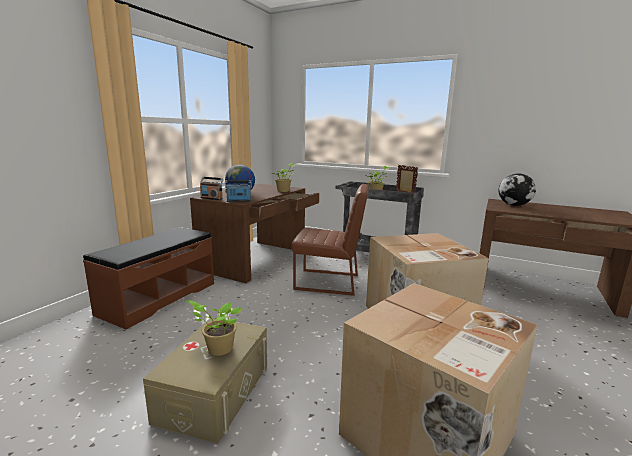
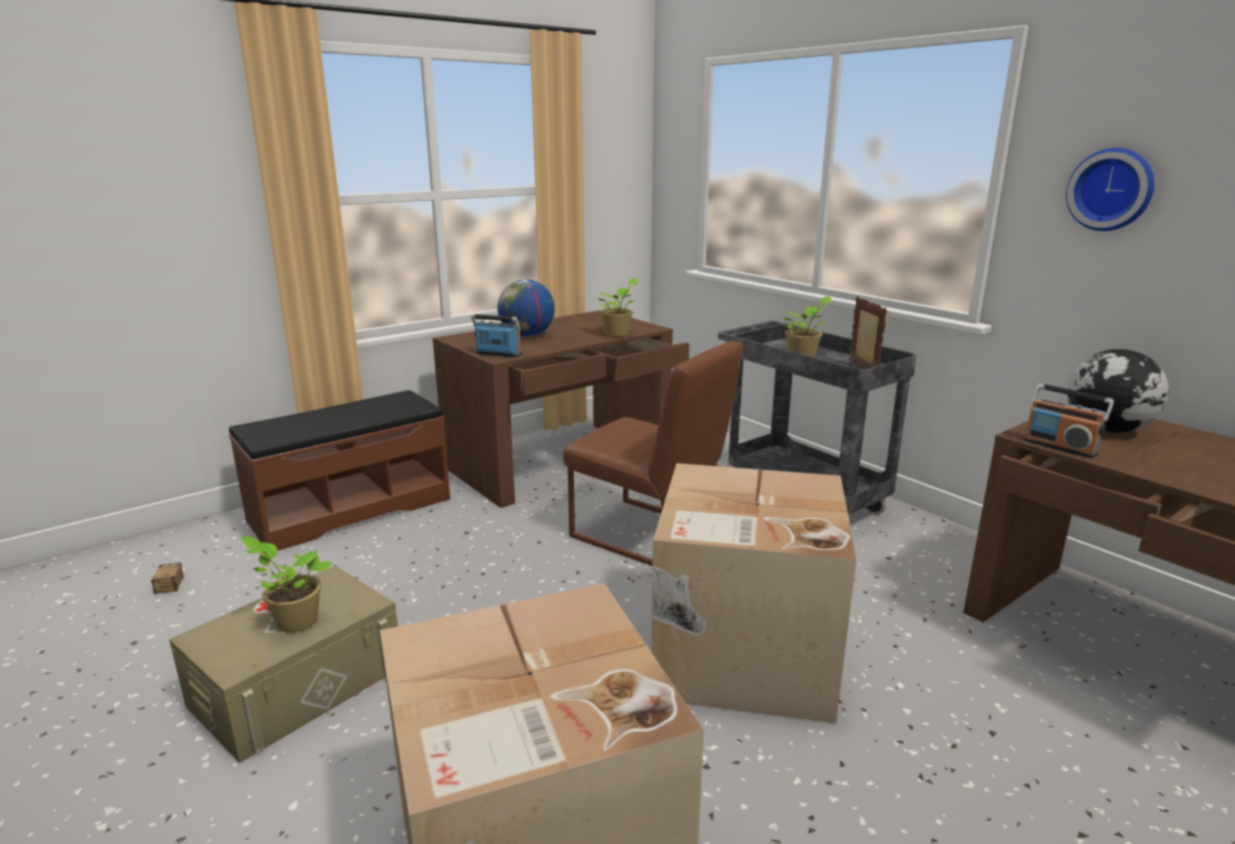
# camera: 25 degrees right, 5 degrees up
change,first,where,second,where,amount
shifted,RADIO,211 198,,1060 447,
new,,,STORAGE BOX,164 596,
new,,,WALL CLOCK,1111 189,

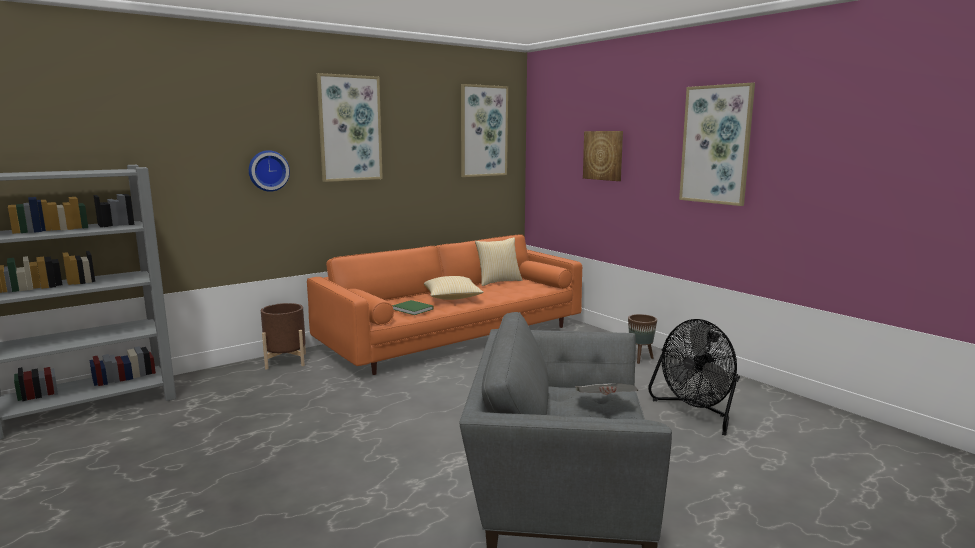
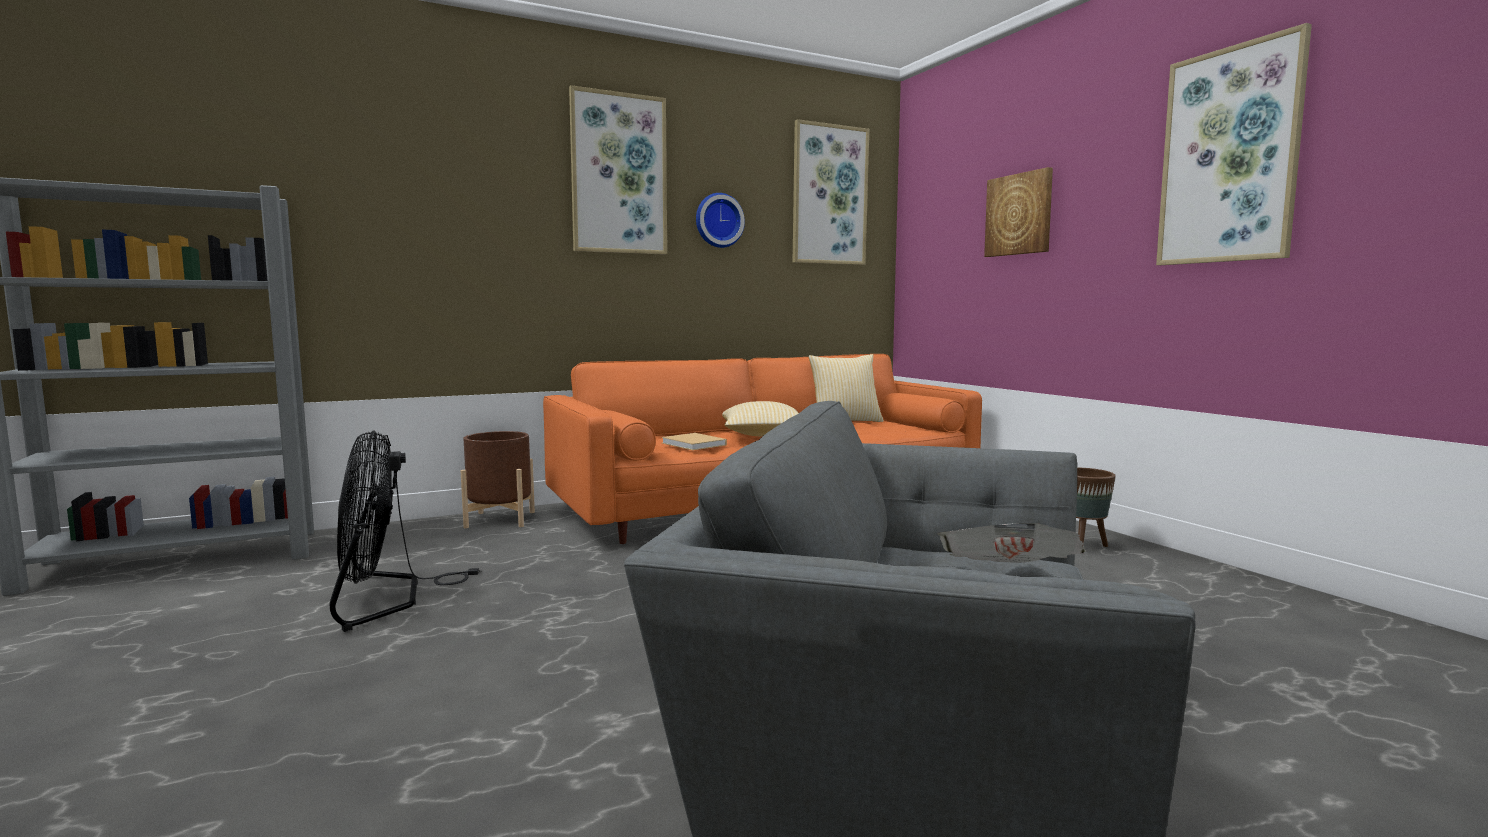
# camera: 10 degrees right, 5 degrees down
change,first,where,second,where,amount
shifted,WALL CLOCK,268 170,,718 220,
repainted,GREEN BOOK,413 309,BEIGE BOOK,695 444,
shifted,BLACK FAN,696 411,,390 594,

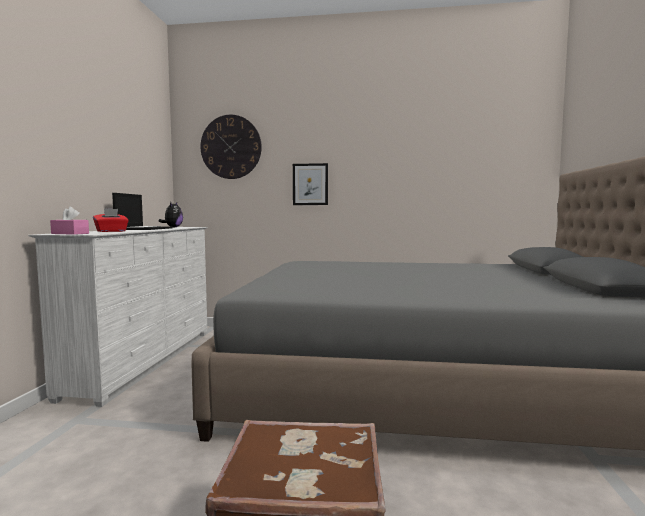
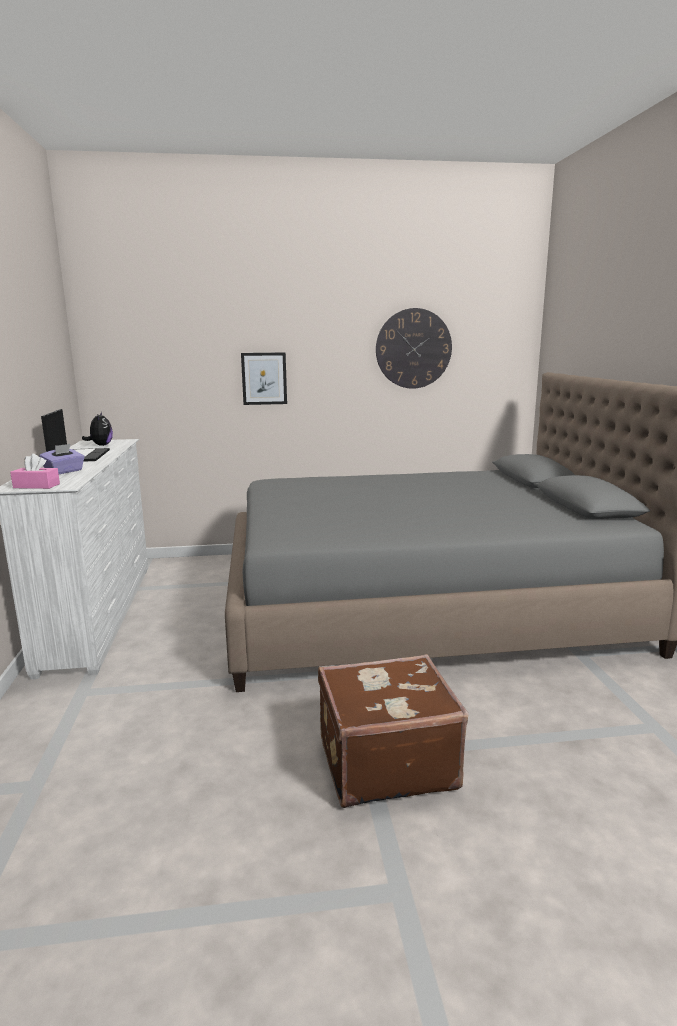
# camera: 15 degrees left, 10 degrees up
change,first,where,second,where,amount
repainted,RED TISSUE BOX,111 231,PURPLE TISSUE BOX,64 471,
shifted,WALL CLOCK,231 147,,413 348,

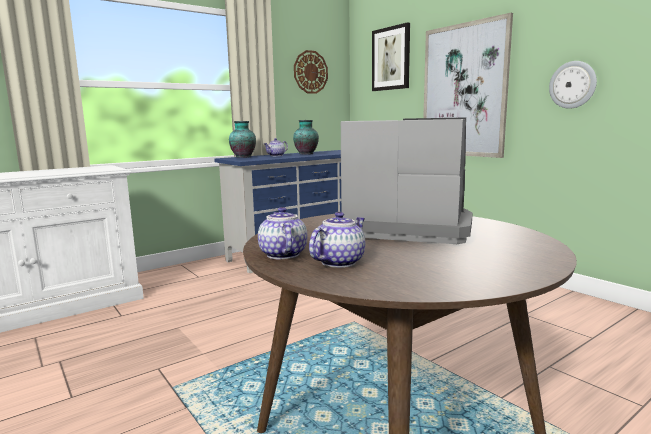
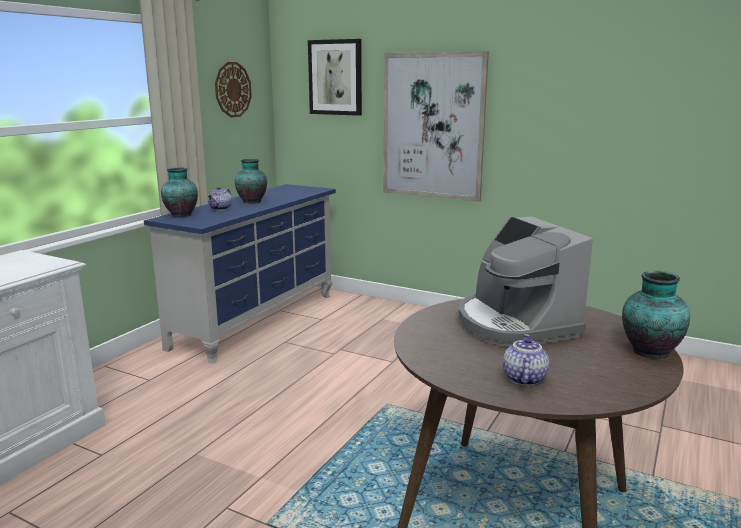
# camera: 25 degrees left, 5 degrees up
change,first,where,second,where,amount
gone,TEAPOT,282 254,,,
rotated,COFFEE MACHINE,406 228,,514 324,105 degrees counterclockwise
gone,WALL CLOCK,572 85,,,
new,,,VASE,649 352,

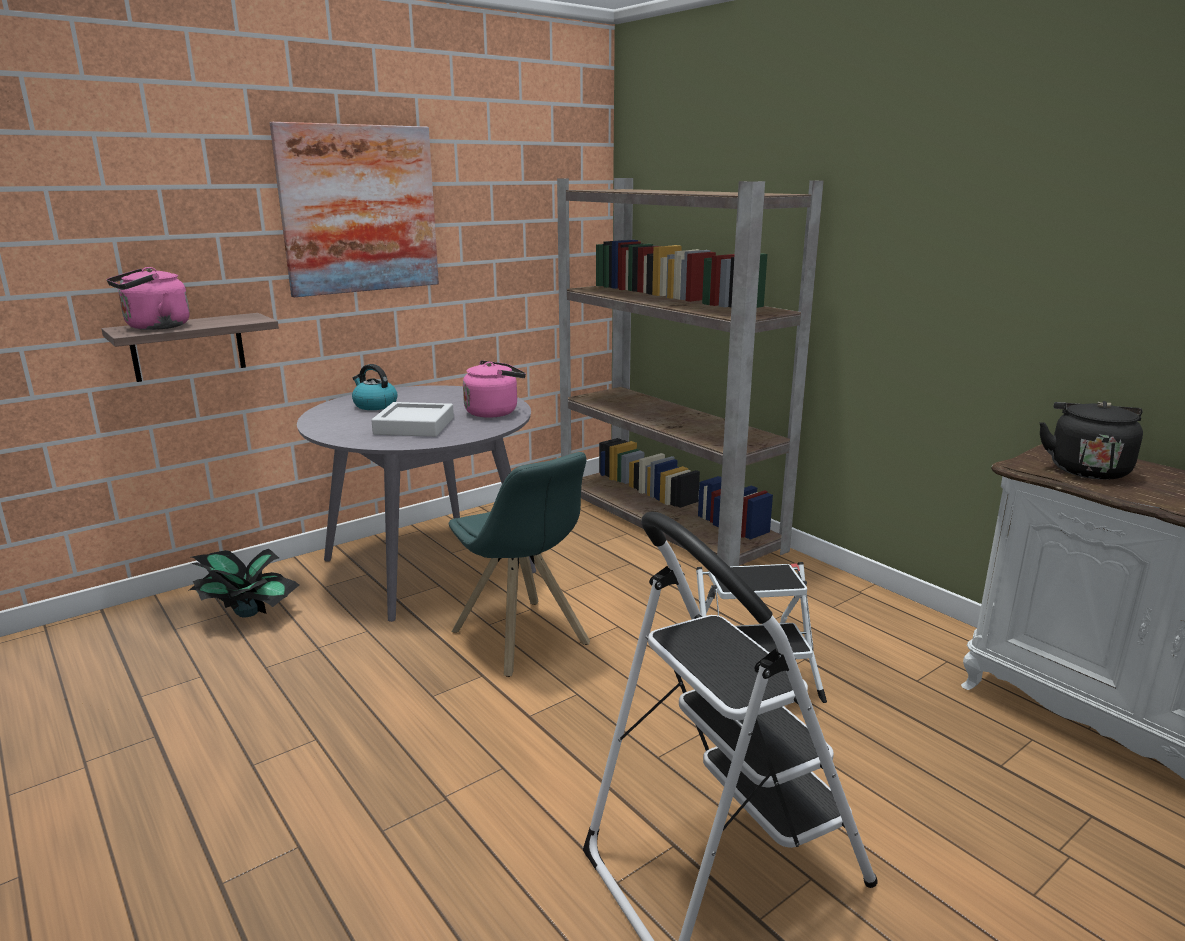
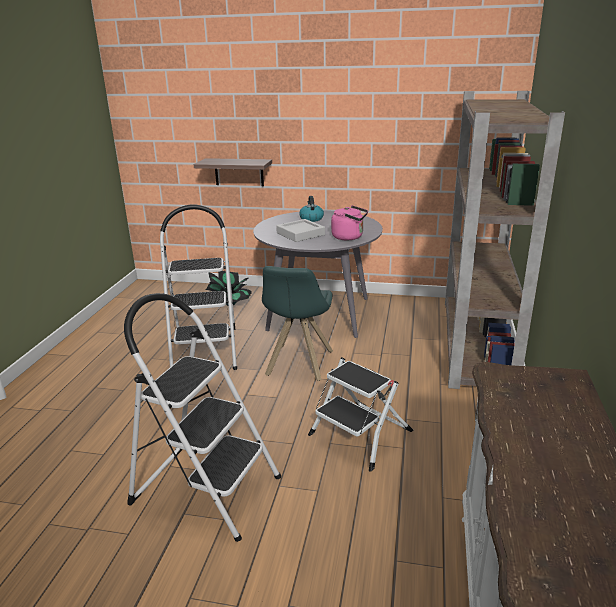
# camera: 50 degrees right, 5 degrees up
change,first,where,second,where,amount
gone,PINK KETTLE,154 327,,,
gone,PICTURE,359 209,,,
gone,BLACK KETTLE,1086 469,,,
new,,,STEP LADDER,206 349,

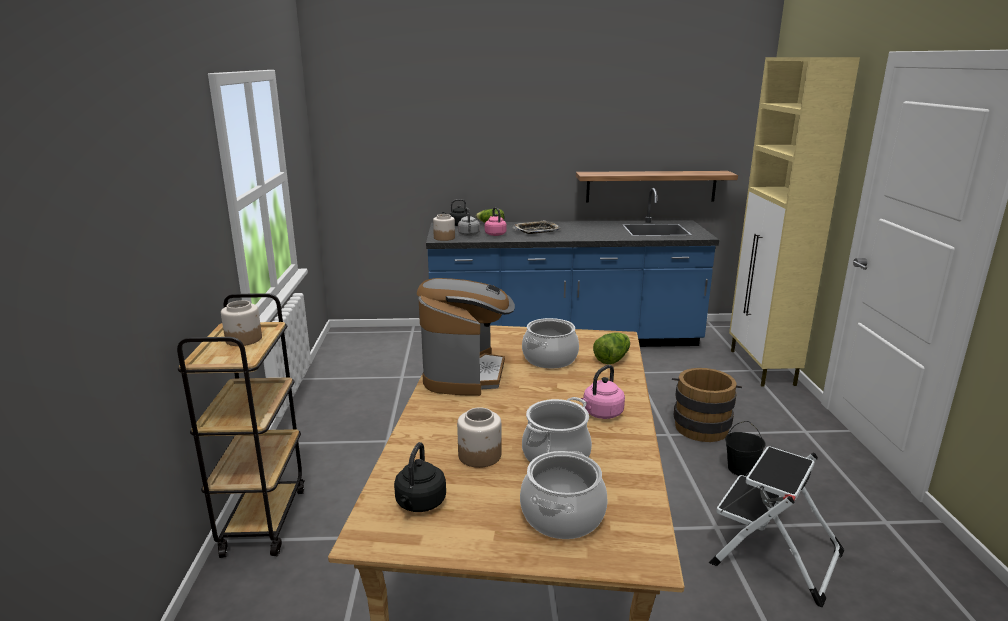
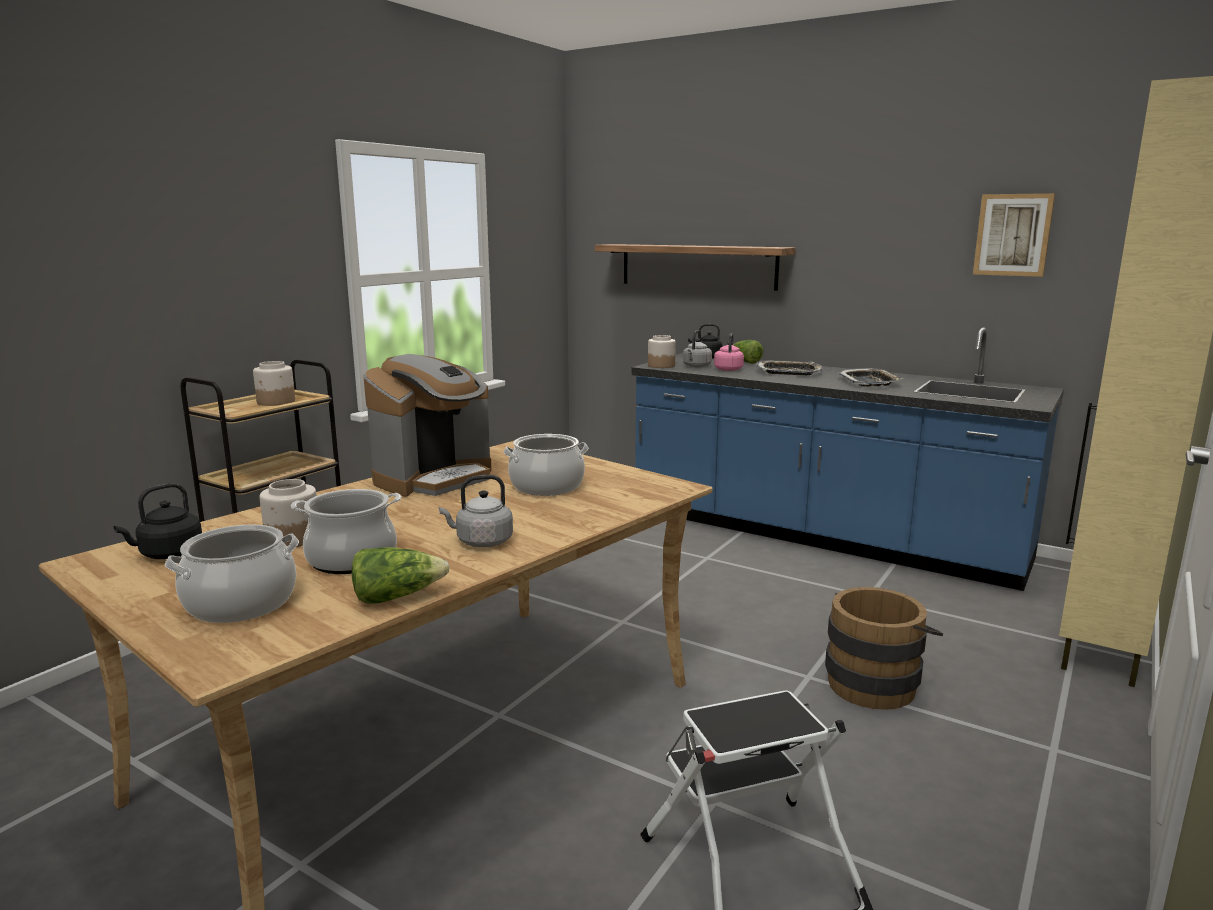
# camera: 35 degrees right, 5 degrees down
change,first,where,second,where,amount
shifted,SHELF,651 186,,697 266,
repainted,PINK KETTLE,601 413,GREY KETTLE,481 542,
shifted,LETTUCE,612 358,,397 597,
gone,BLACK BUCKET,741 469,,,
new,,,TRAY,869 382,
new,,,PICTURE,1013 235,

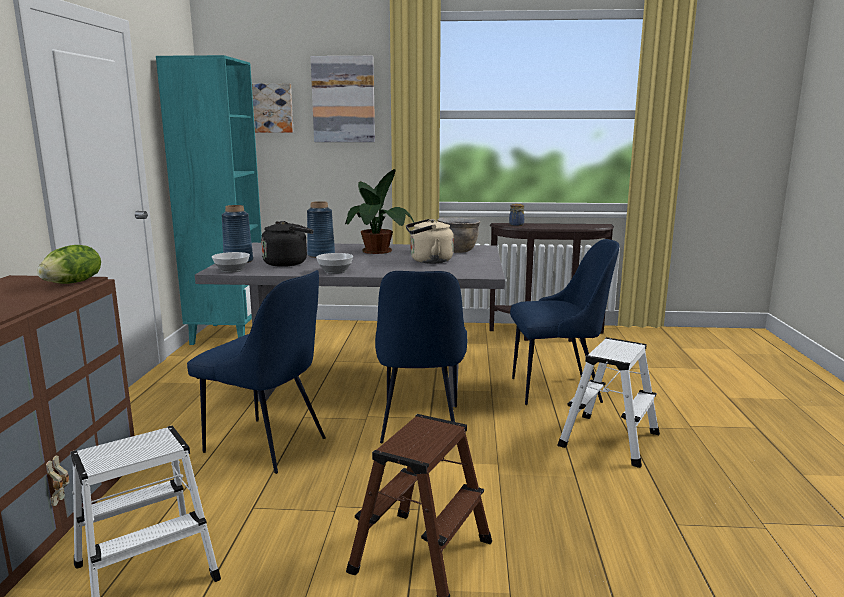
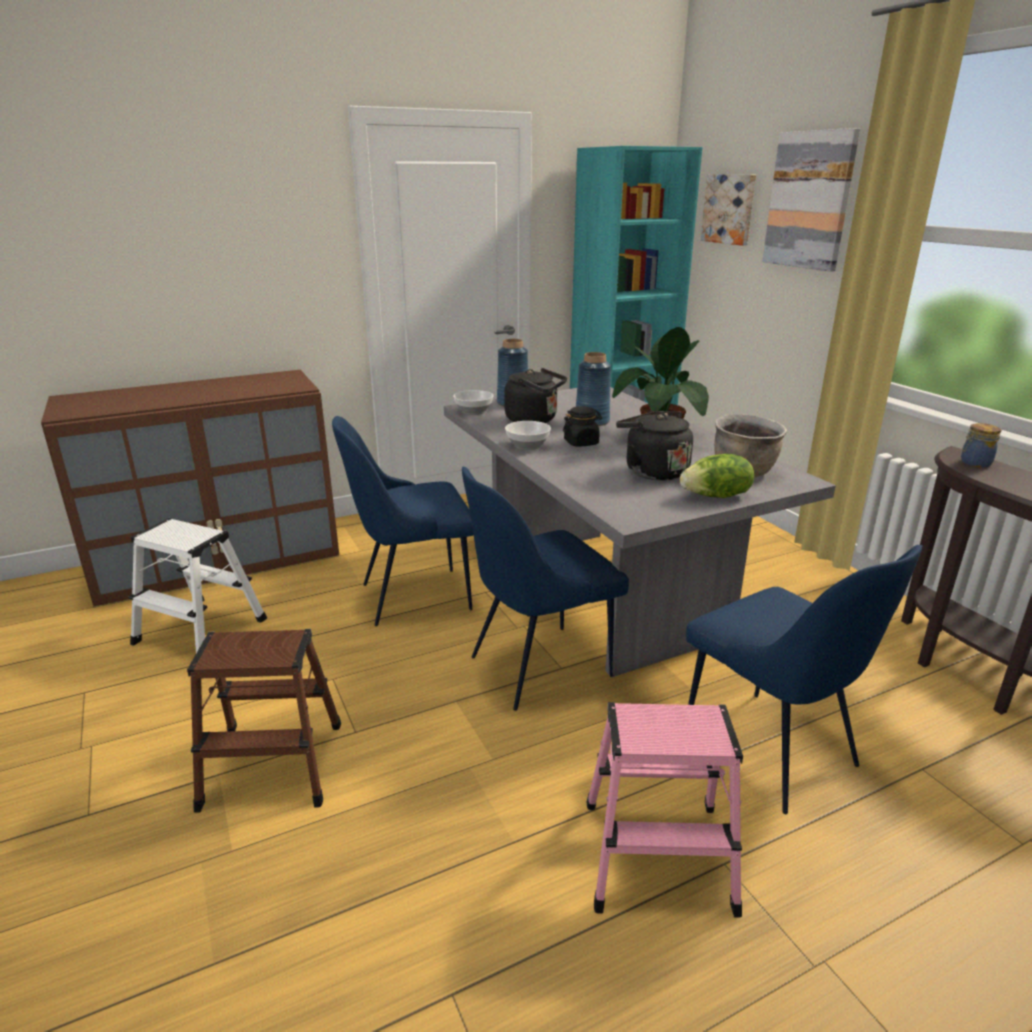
# camera: 60 degrees right, 10 degrees up
change,first,where,second,where,amount
shifted,LETTUCE,73 283,,716 496,
rotated,BLUE CHAIR,267 445,,415 597,75 degrees clockwise
repainted,BEIGE KETTLE,428 261,BLACK KETTLE,652 471,
repainted,WHITE STEP LADDER,609 440,PINK STEP LADDER,656 853,
new,,,BLACK JAR,581 443,

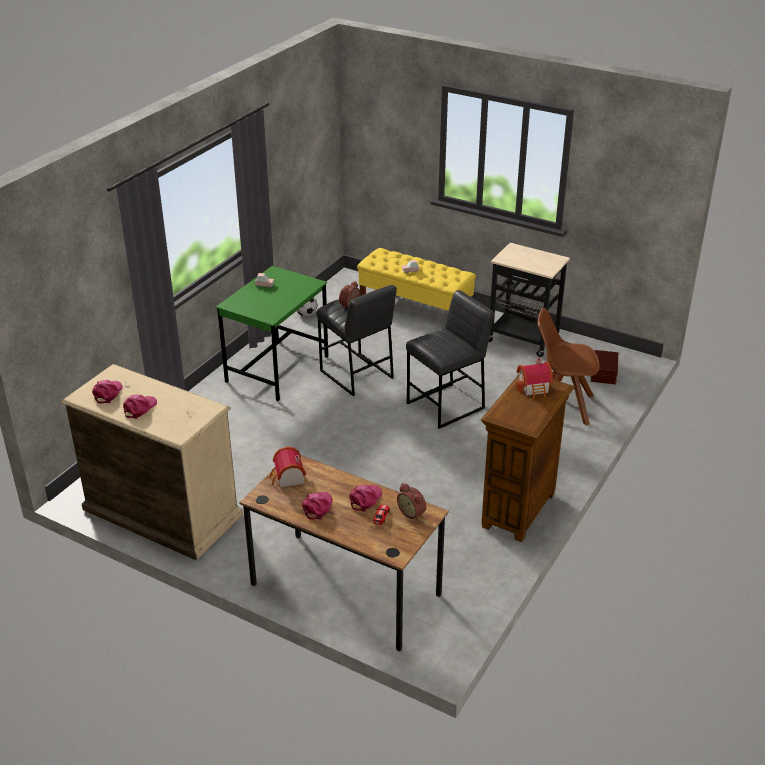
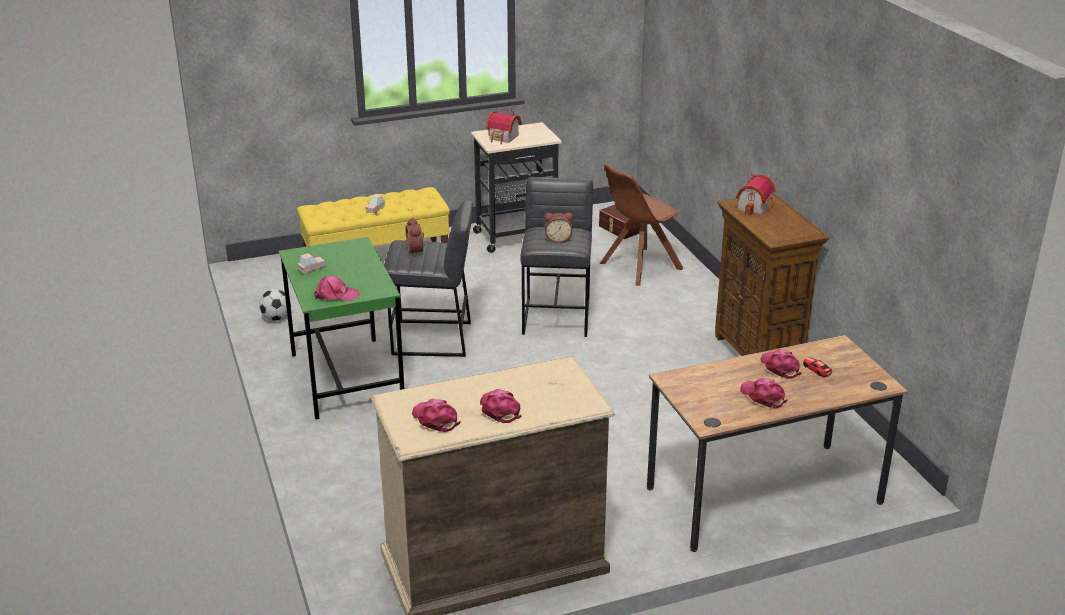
# camera: 50 degrees left, 5 degrees down
change,first,where,second,where,amount
shifted,TOY HOUSE,287 478,,503 138,
shifted,ALARM CLOCK,412 513,,558 239,
new,,,PINK CAP,336 295,

